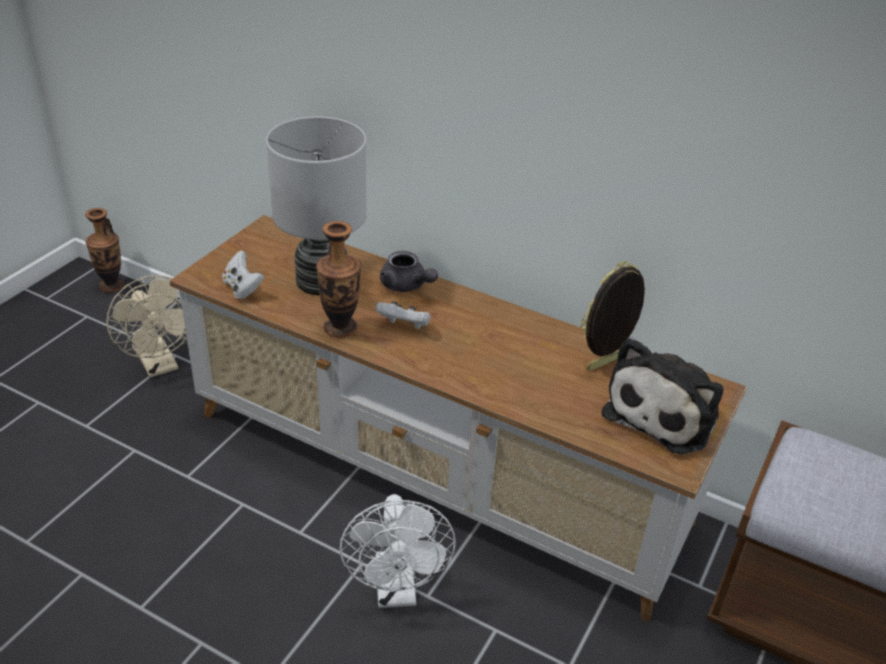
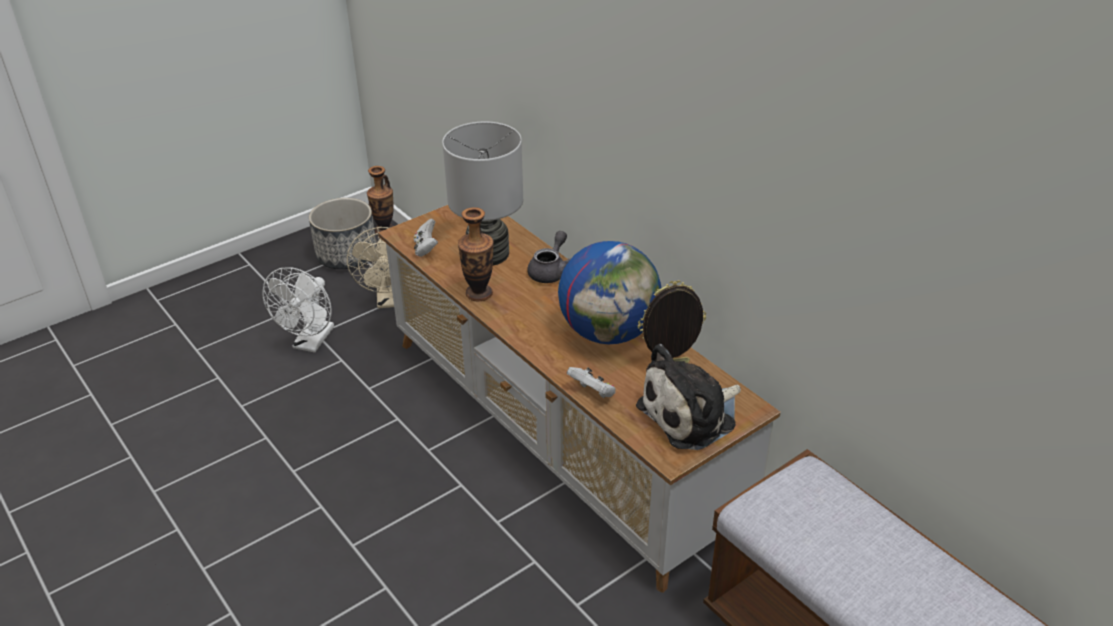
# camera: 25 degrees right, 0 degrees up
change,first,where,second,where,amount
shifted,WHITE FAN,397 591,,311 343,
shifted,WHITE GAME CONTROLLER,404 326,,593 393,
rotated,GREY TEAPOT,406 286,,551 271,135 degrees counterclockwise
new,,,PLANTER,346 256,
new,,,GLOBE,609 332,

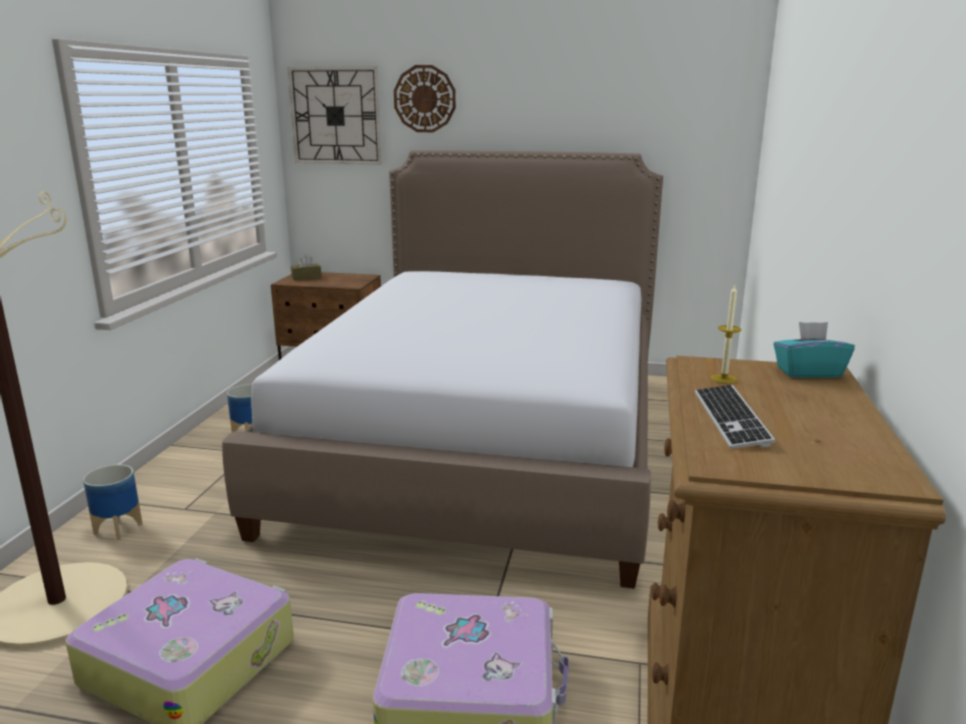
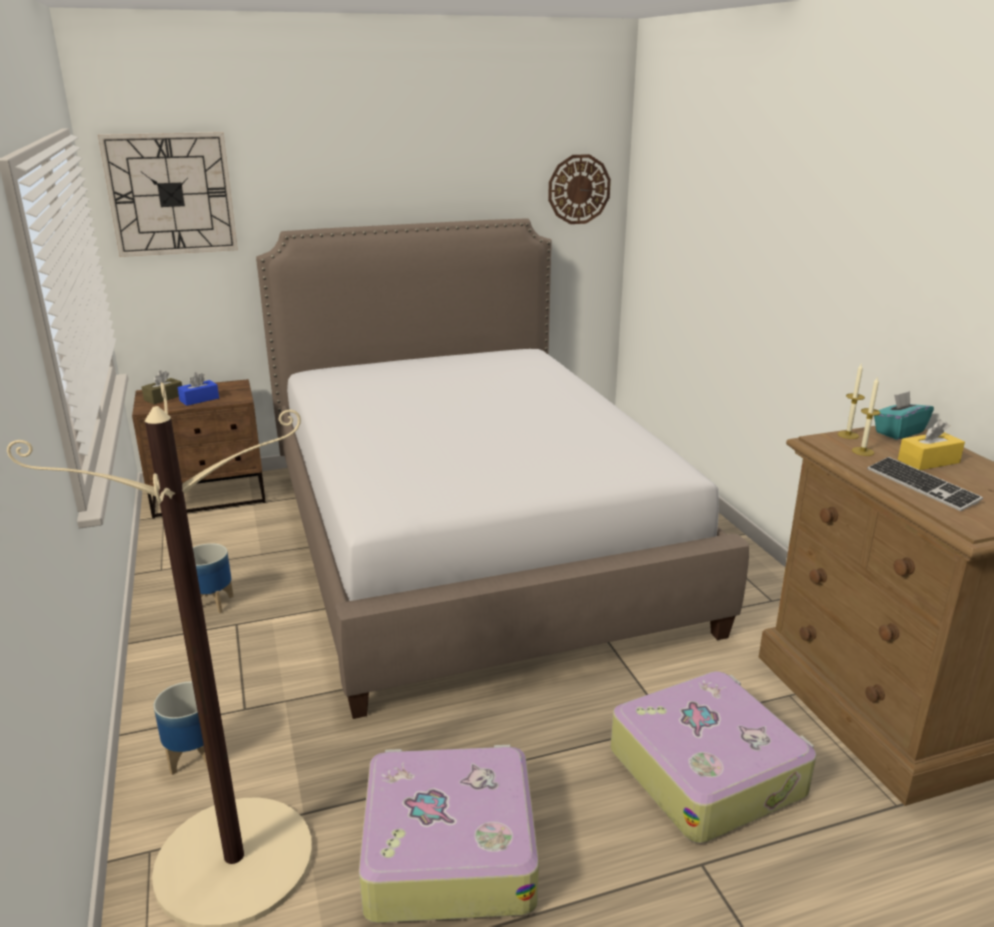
# camera: 30 degrees left, 5 degrees up
change,first,where,second,where,amount
shifted,WALL CLOCK,424 99,,579 189,
new,,,BLUE TISSUE BOX,199 399,
new,,,CANDLE,848 435,
new,,,YELLOW TISSUE BOX,928 461,

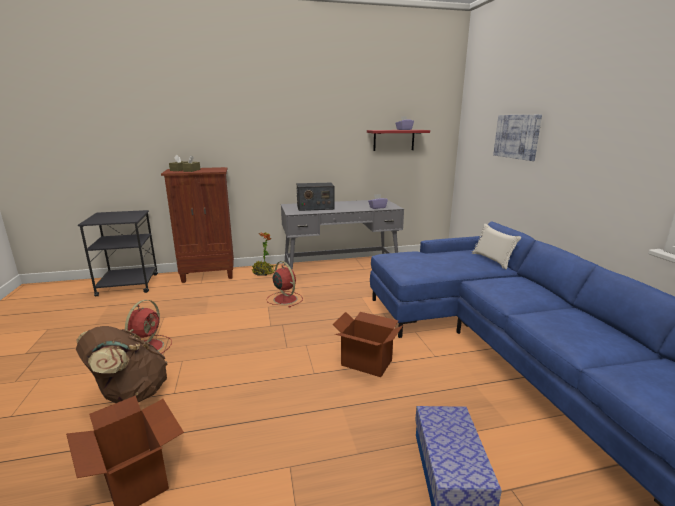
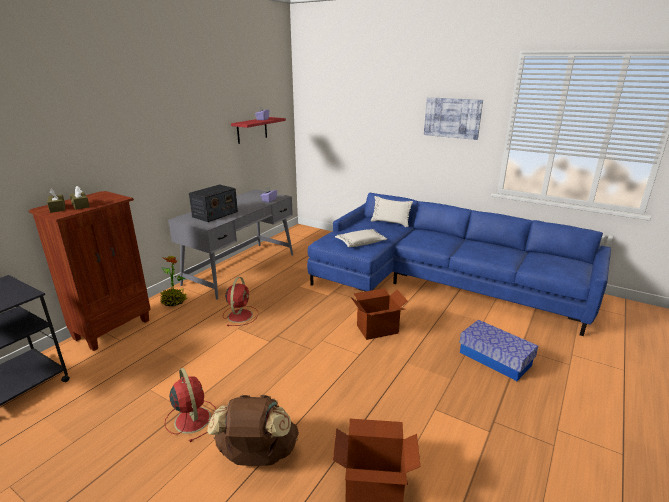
# camera: 45 degrees left, 5 degrees up
change,first,where,second,where,amount
rotated,RED FAN,284 299,,240 315,90 degrees clockwise
shifted,PICTURE,517 136,,452 118,
new,,,WHITE PILLOW,361 241,

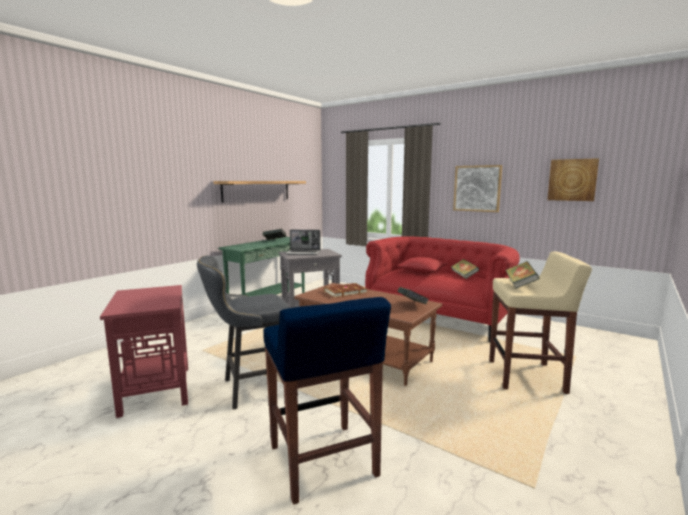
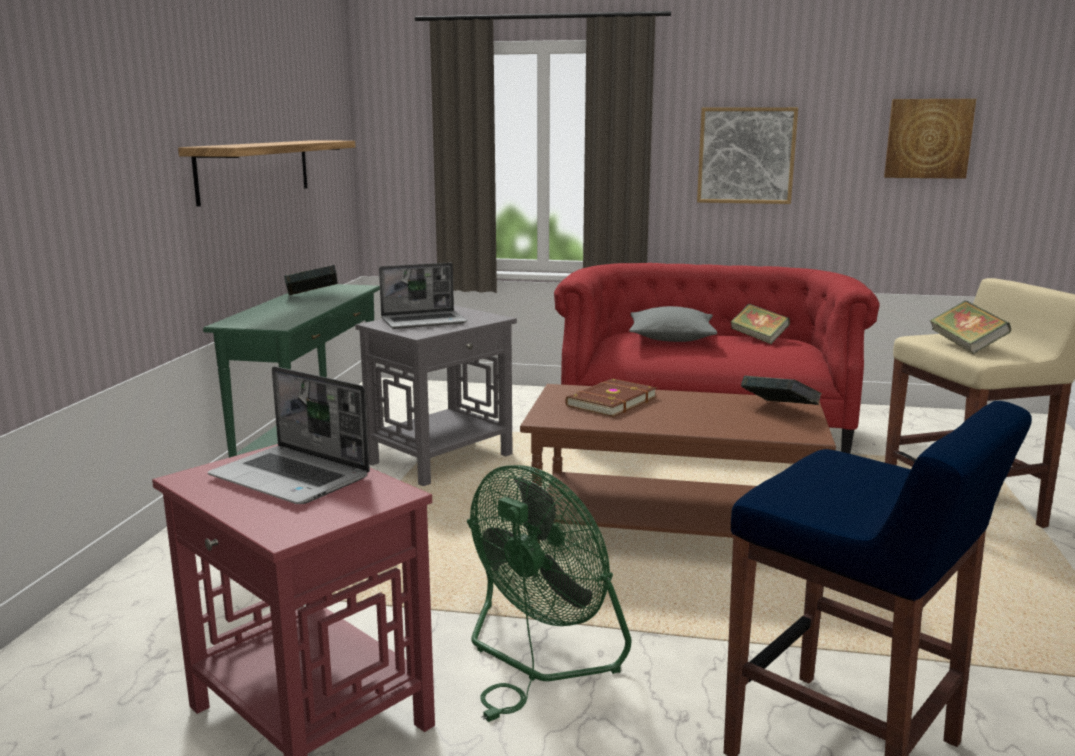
# camera: 25 degrees left, 5 degrees up
change,first,where,second,where,amount
swapped,GREY STOOL,249 389,GREEN FAN,529 655,
repainted,RED PILLOW,422 271,GREY PILLOW,671 338,
new,,,LAPTOP,292 478,

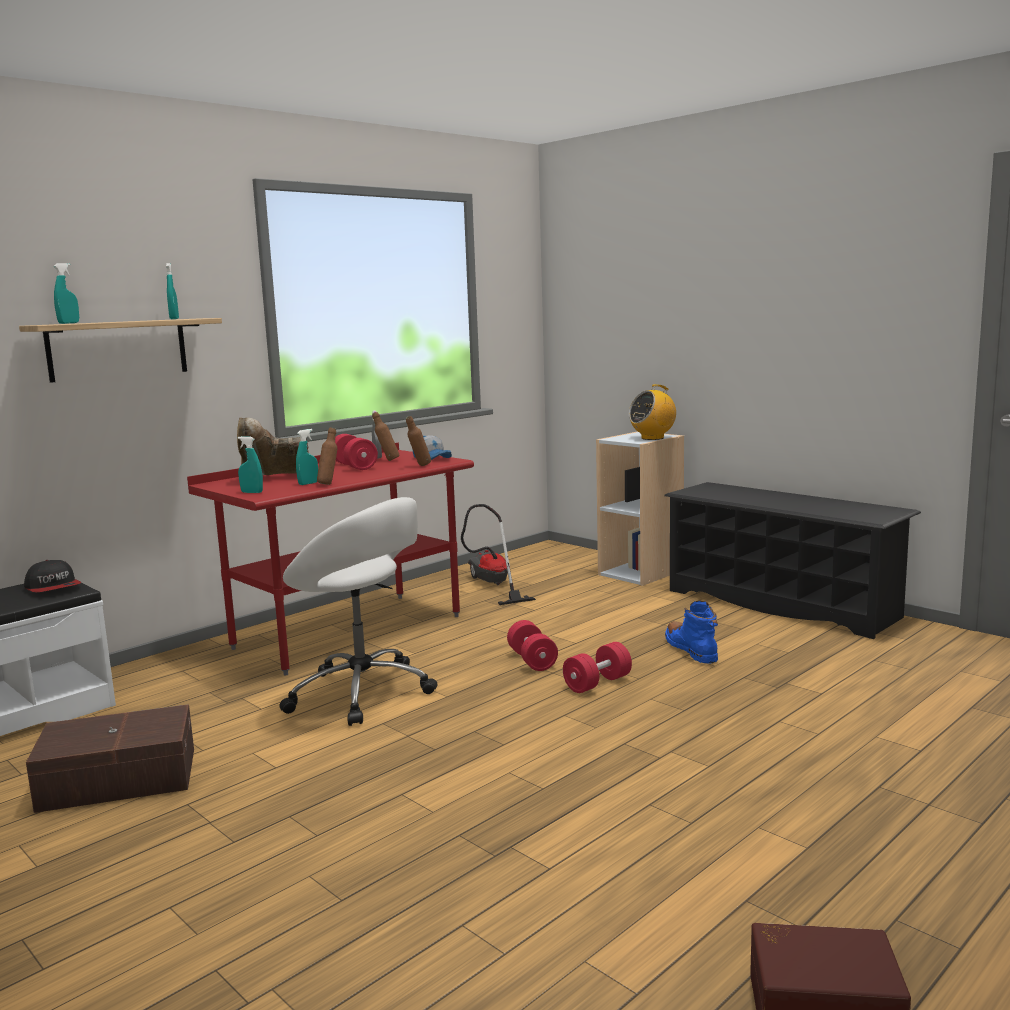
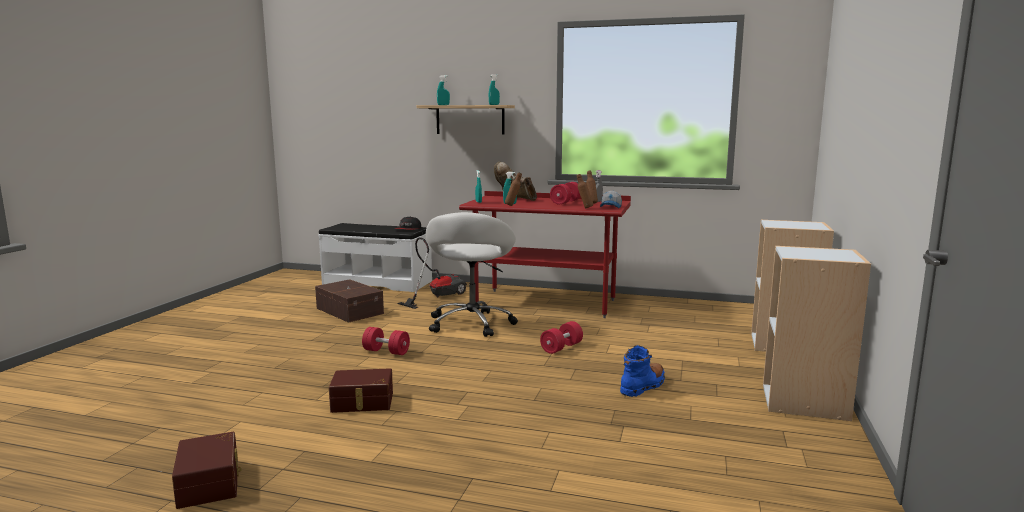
# camera: 60 degrees right, 0 degrees up
change,first,where,second,where,amount
shifted,VACUUM CLEANER,492 585,,436 296,
shifted,RED DUMBBELL,597 683,,386 351,
gone,RADIO,652 438,,,
swapped,BLACK SHOE RACK,782 604,BOOKCASE,806 403,
new,,,BROWN STORAGE BOX,362 402,

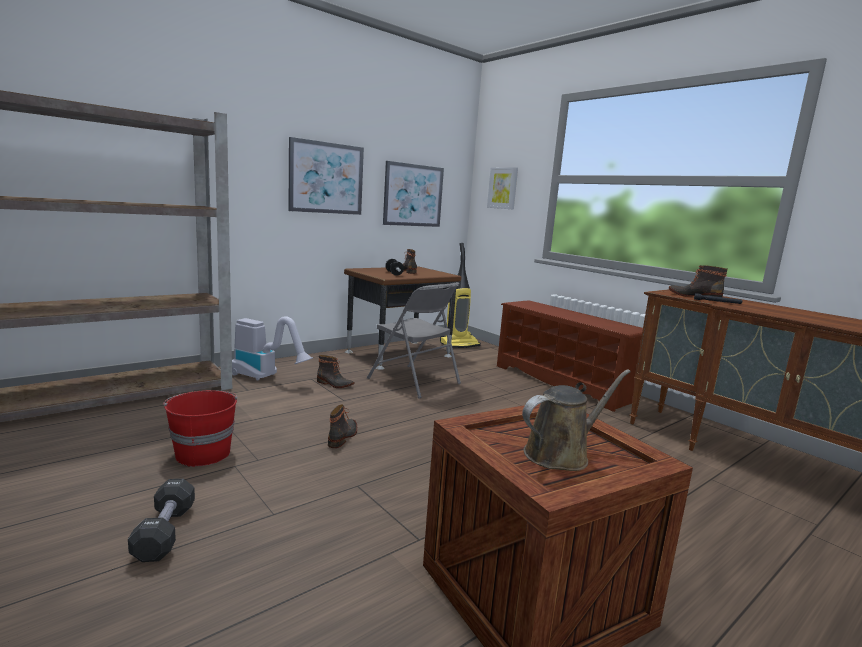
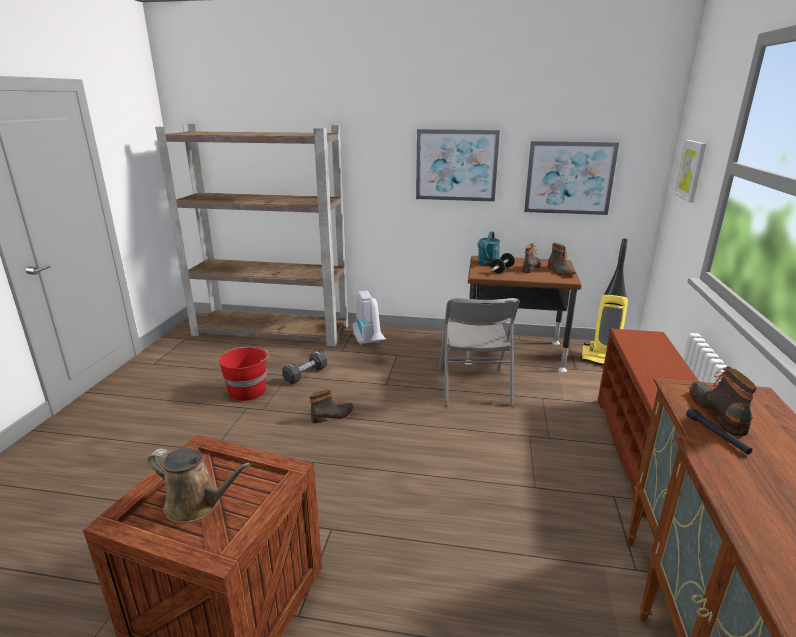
# camera: 50 degrees right, 10 degrees up
change,first,where,second,where,amount
shifted,BLACK DUMBBELL,165 532,,306 374,
shifted,BOOT,334 384,,560 272,
new,,,TURQUOISE WATERING CAN,487 264,

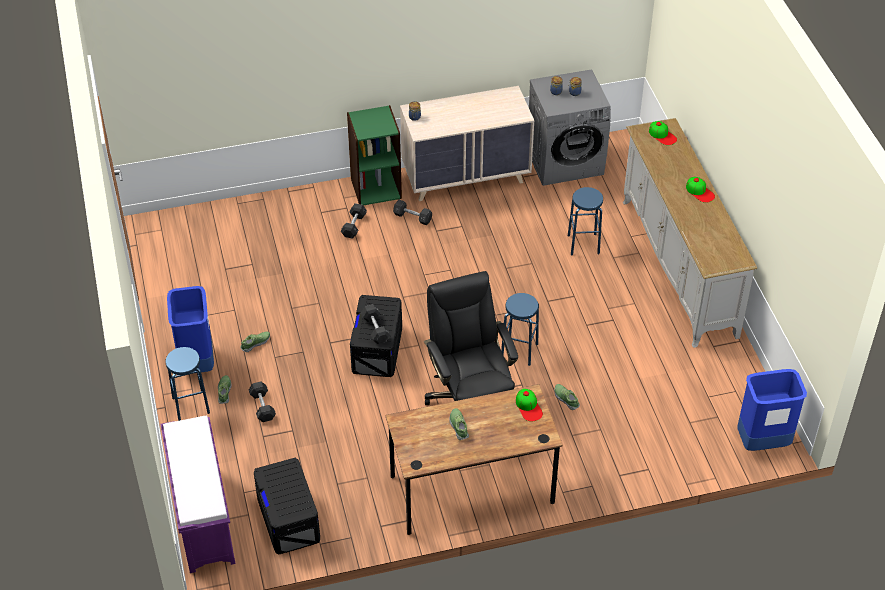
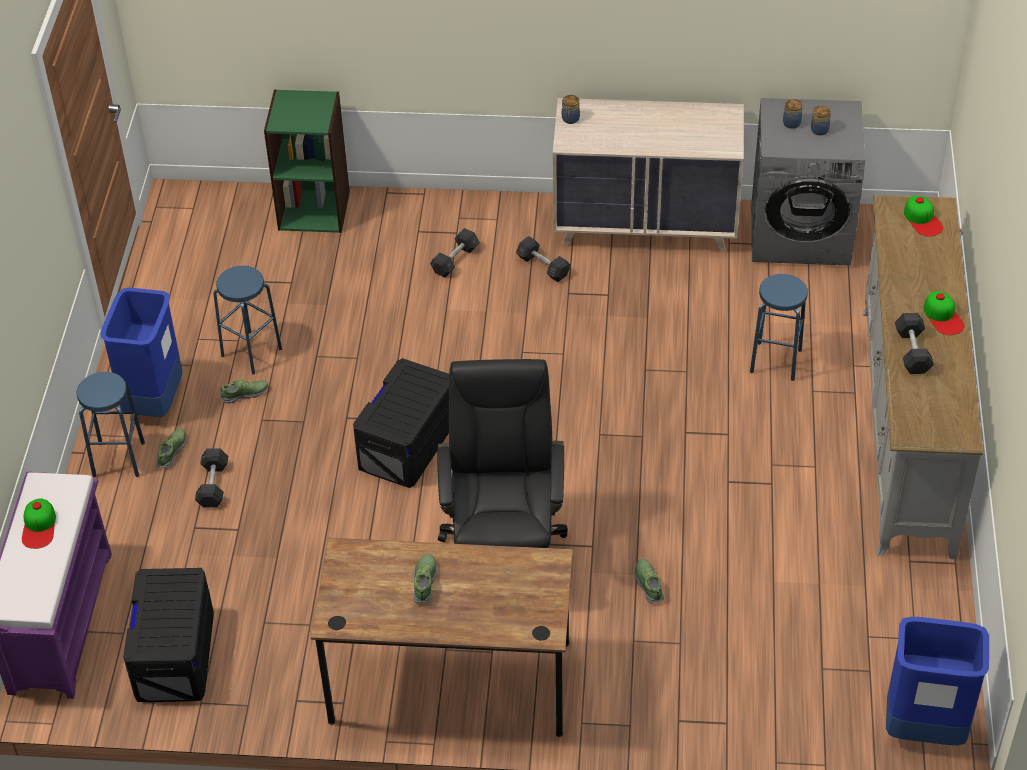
# camera: 20 degrees right, 0 degrees up
change,first,where,second,where,amount
shifted,GREEN BOOKCASE,376 188,,314 210,
shifted,GREY DUMBBELL,375 329,,912 351,
shifted,BLUE STOOL,519 351,,251 352,
shifted,CAP,528 407,,39 526,

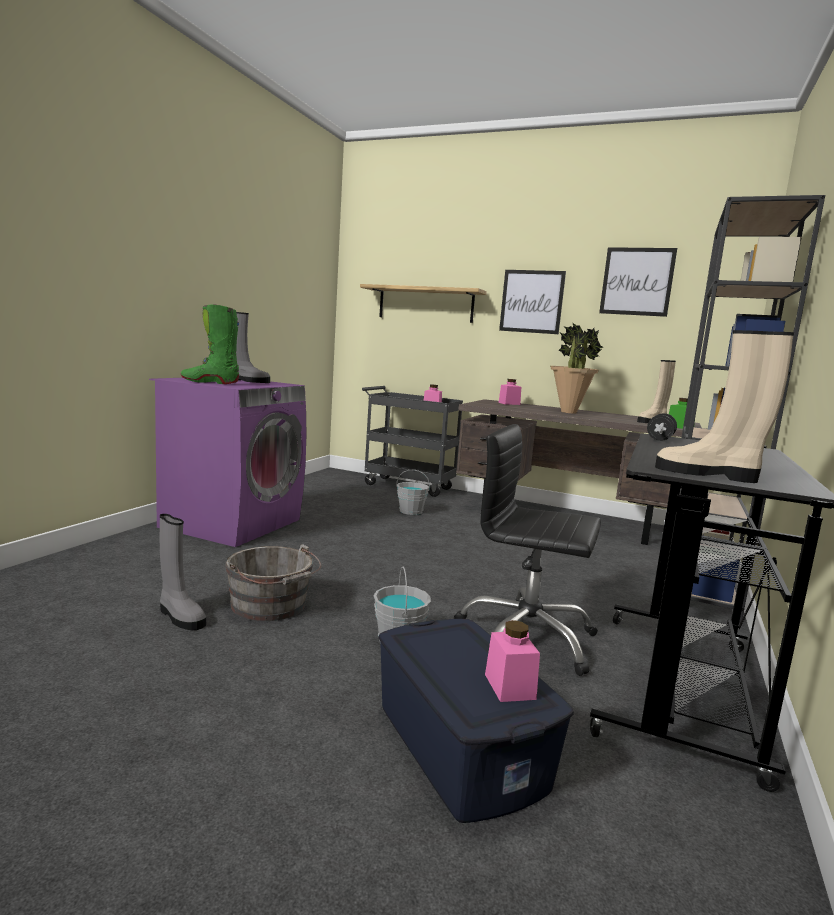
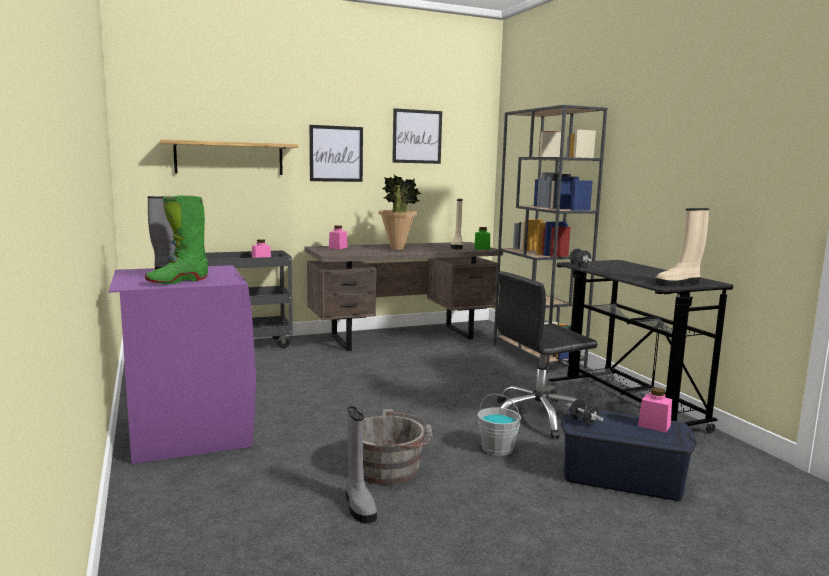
# camera: 45 degrees left, 0 degrees up
change,first,where,second,where,amount
rotated,GREY BOOT,180 617,,359 506,75 degrees clockwise
gone,GREY BUCKET,411 511,,,
new,,,BLACK DUMBBELL,583 421,

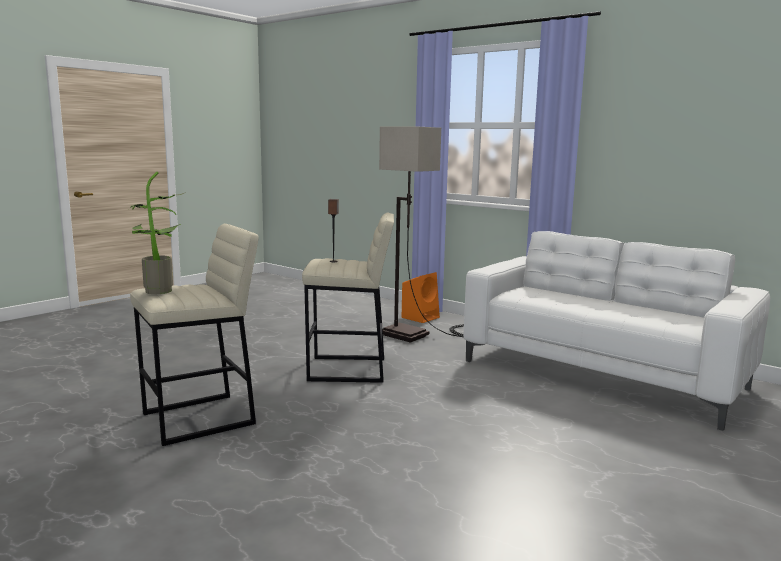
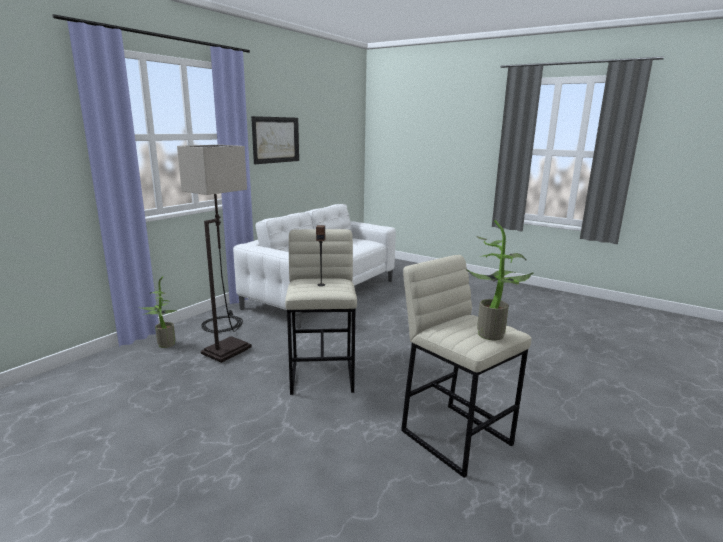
# camera: 95 degrees left, 5 degrees up
change,first,where,second,where,amount
swapped,ORANGE SPEAKER,420 317,POTTED PLANT,164 345,
new,,,PICTURE,275 140,

